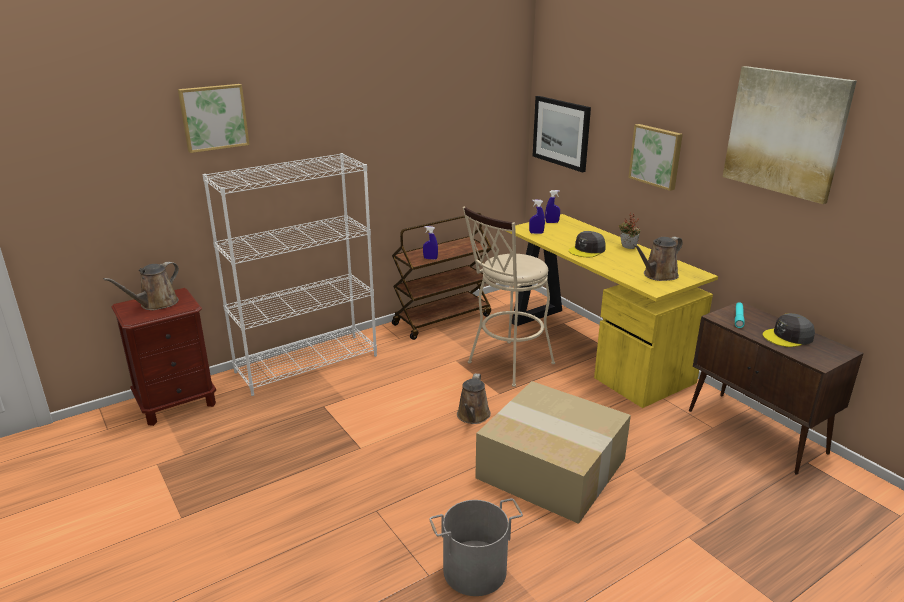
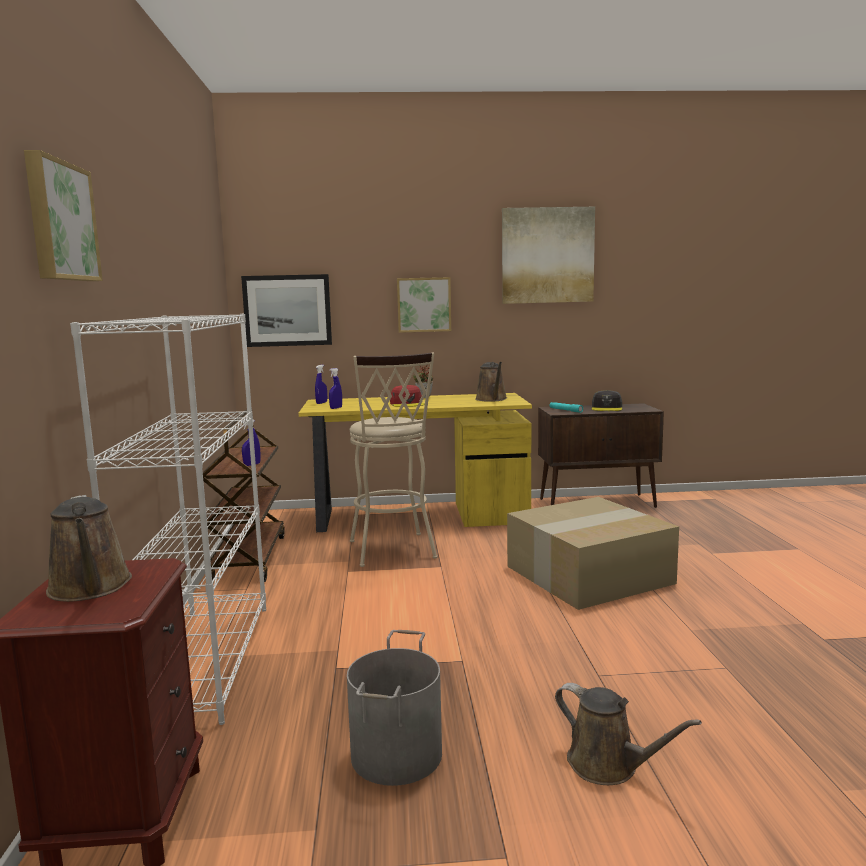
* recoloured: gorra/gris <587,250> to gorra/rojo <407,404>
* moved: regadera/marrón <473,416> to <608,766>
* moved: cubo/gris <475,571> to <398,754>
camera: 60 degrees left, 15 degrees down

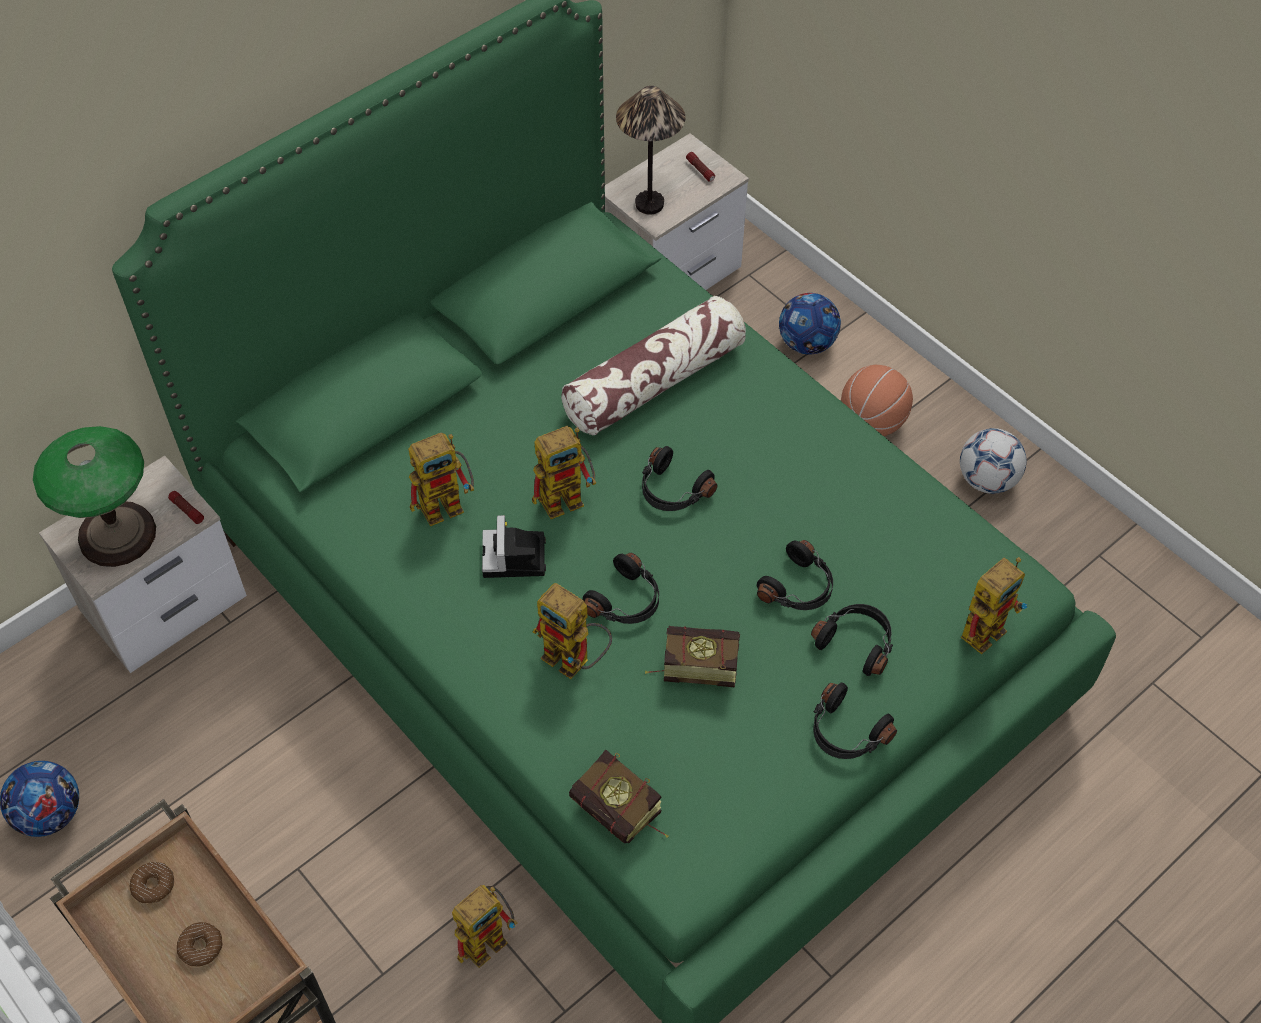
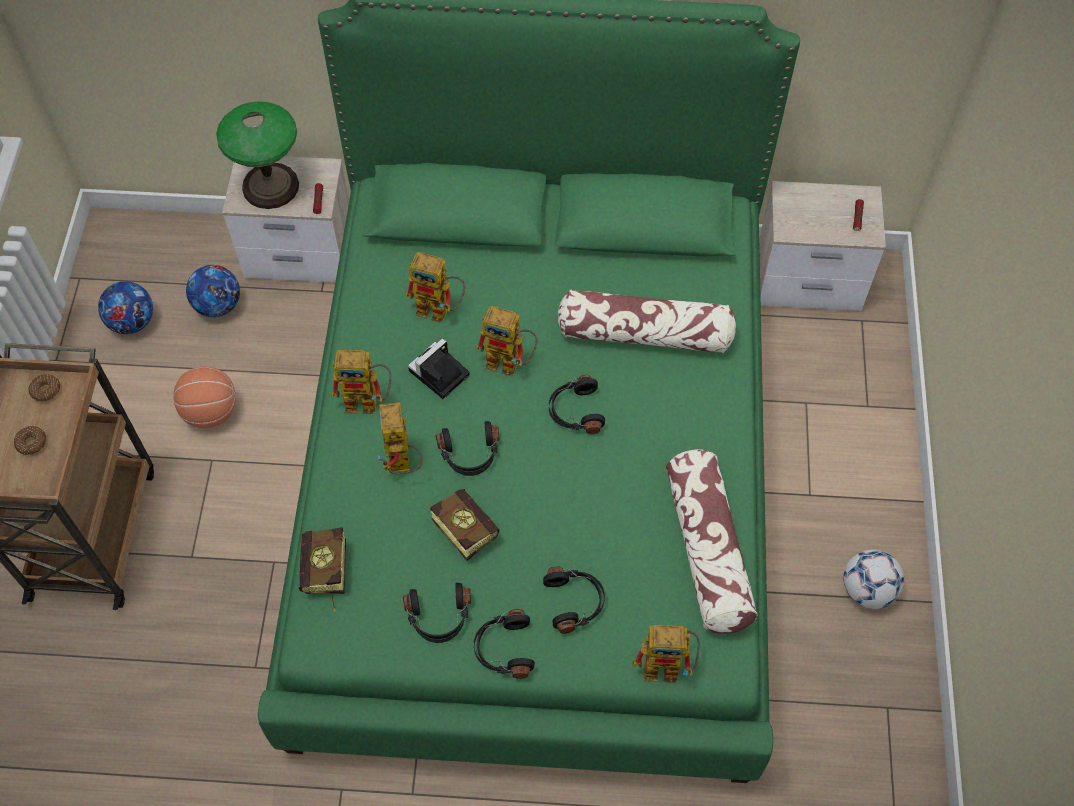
* removed: lámpara de mesa <649,204>
* moved: balón de fútbol <807,343> to <218,305>
* moved: balón de baloncesto <872,422> to <211,412>
* moved: auriculares/negro <798,588> to <439,618>
* moved: robot de juguete <489,936> to <369,401>
* added: cojín <707,550>
camera: 45 degrees right, 5 degrees up

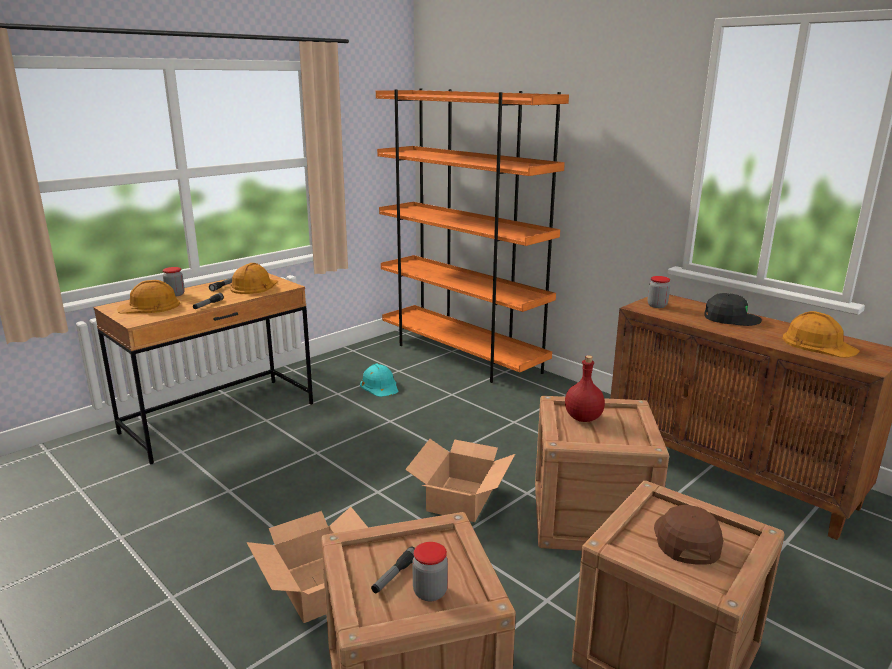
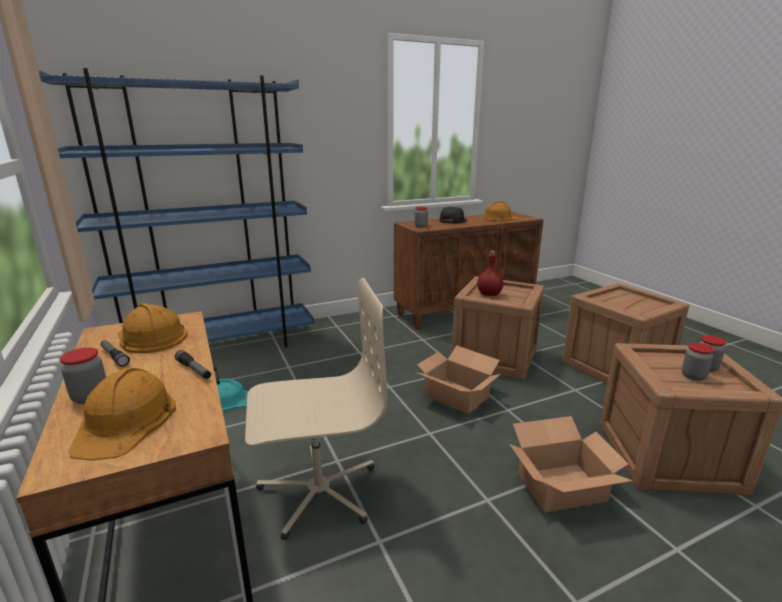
* recoloured: estantería/naranja <461,356> to estantería/azul <219,348>
* removed: gorra/marrón <686,540>
* replaced: linterna <394,575> to tarro <693,376>
* added: silla de oficina/beis <318,491>
camera: 70 degrees left, 0 degrees up

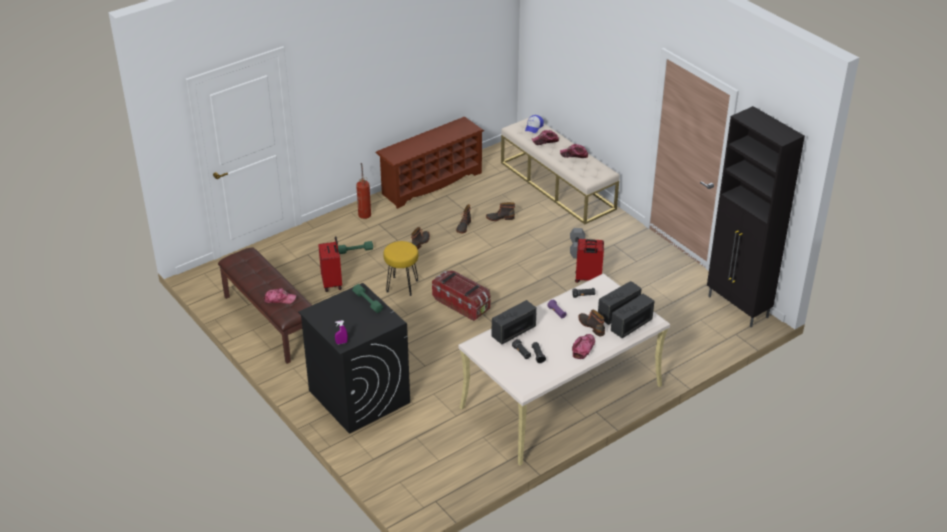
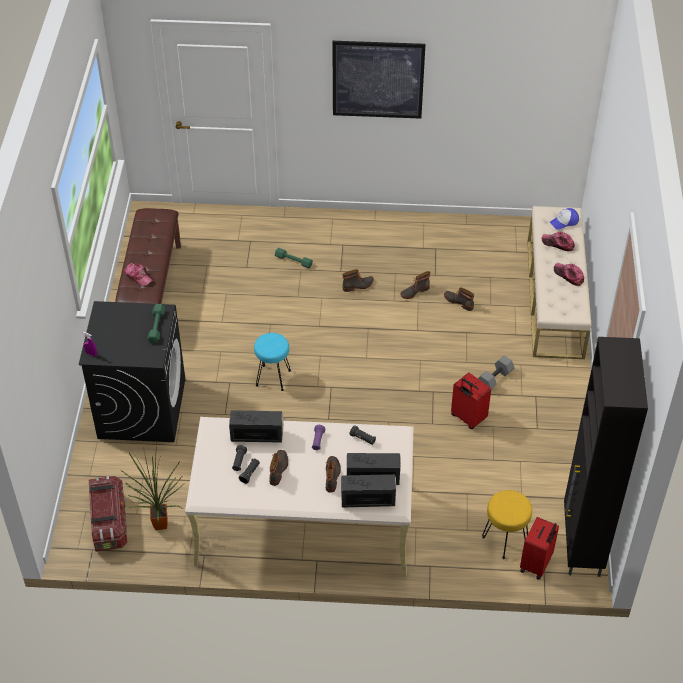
* removed: zapatero/marrón <431,183>
* removed: extintor <364,213>
* moved: maleta/rojo <332,283> to <536,564>
* moved: taburete/amarillo <402,285> to <505,539>
* moved: caja de almacenaje <462,304> to <109,522>
* removed: gorra <583,348>
* added: cuadro <378,79>
* added: taburete/turquesa <273,377>
* added: planta en maceta <160,527>
* added: bota <279,469>
camera: 40 degrees right, 10 degrees up

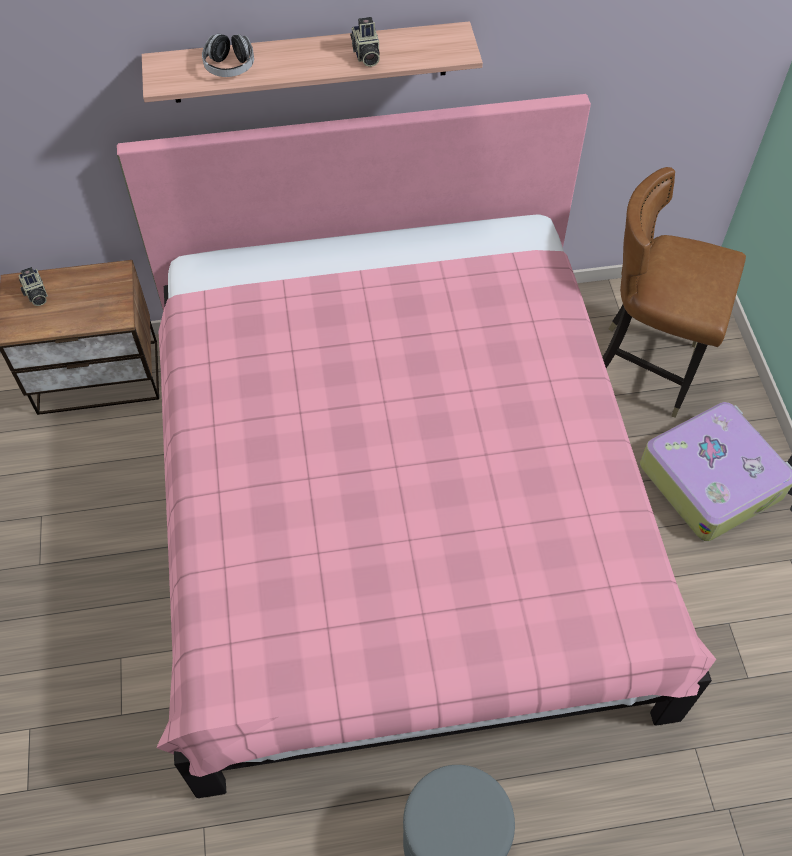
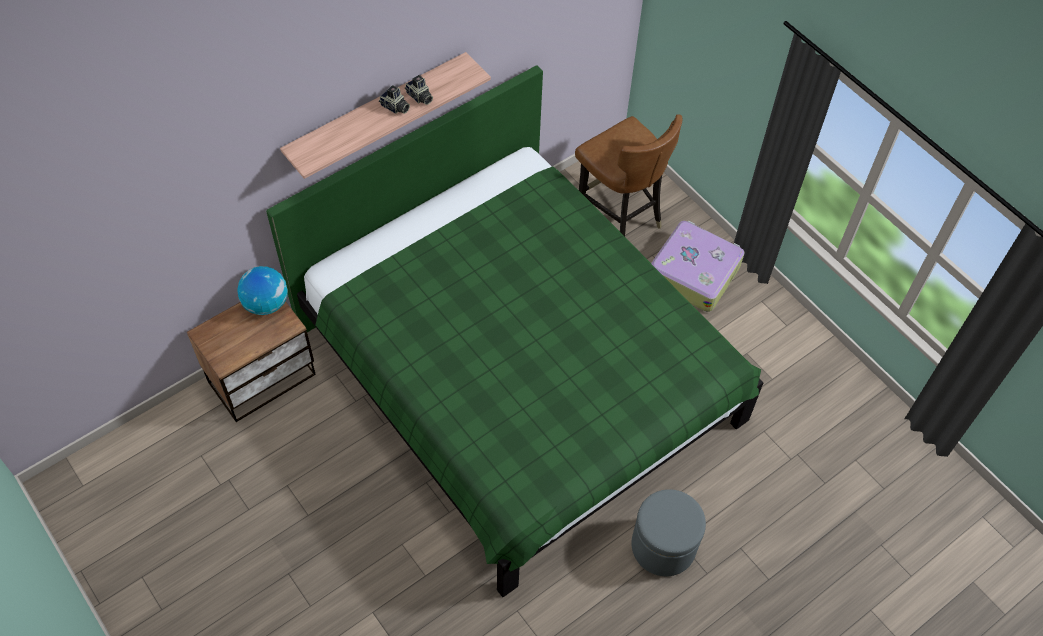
* removed: auriculares <230,67>
* recoloured: cama/rosa <397,511> to cama/verde <518,376>
* turned: silla/marrón <646,368> = <619,218> 120 degrees counterclockwise
* moved: cámara <36,294> to <395,107>
* added: globo terráqueo <266,304>
camera: 30 degrees left, 0 degrees up

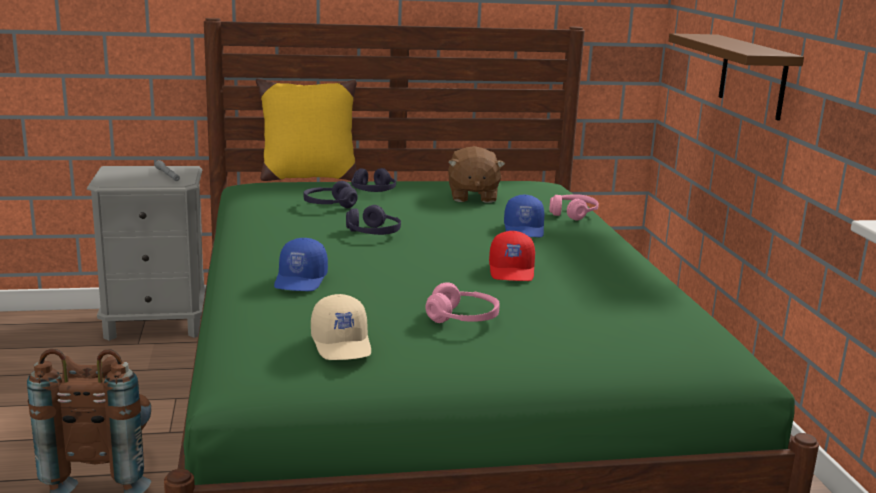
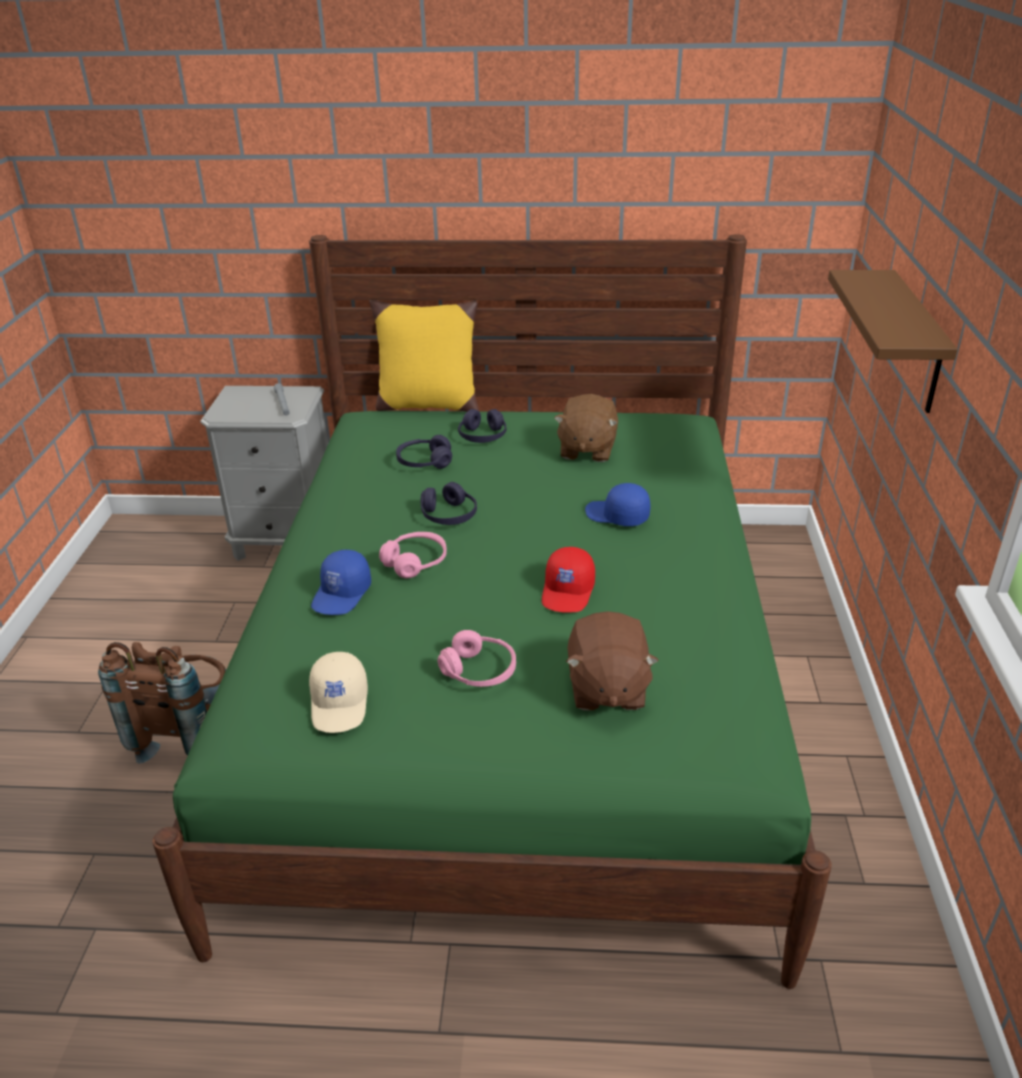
* moved: auriculares/rosa <573,214> to <415,562>
* turned: gorra/azul <524,230> = <617,516> 105 degrees clockwise
* added: peluche/marrón <606,688>
camera: 15 degrees right, 15 degrees up

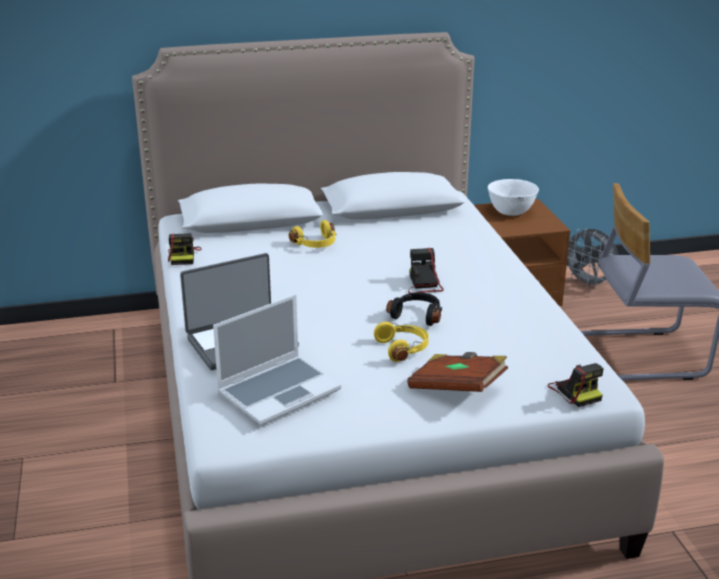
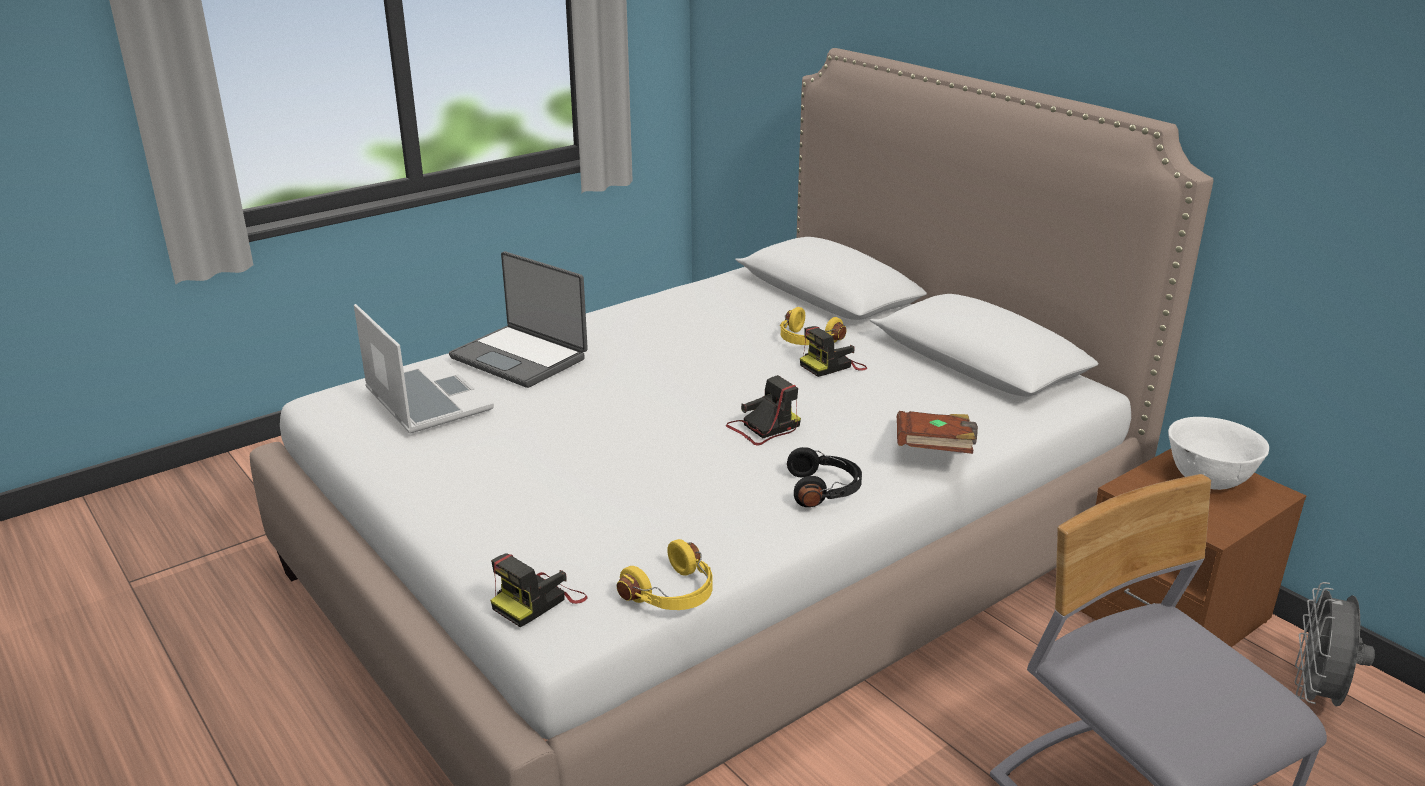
* moved: cámara <183,256> to <832,366>
* moved: auriculares/negro <417,315> to <824,490>
* turned: portátil <279,391> = <425,400> 150 degrees counterclockwise
* moved: auriculares/amarillo <403,348> to <673,595>
* moved: libro/marrón <457,388> to <934,452>
camera: 65 degrees right, 0 degrees up

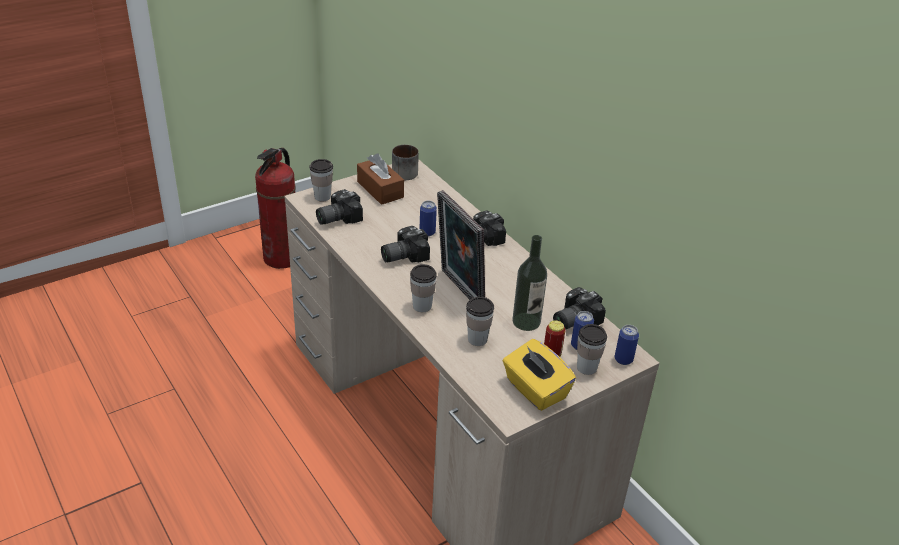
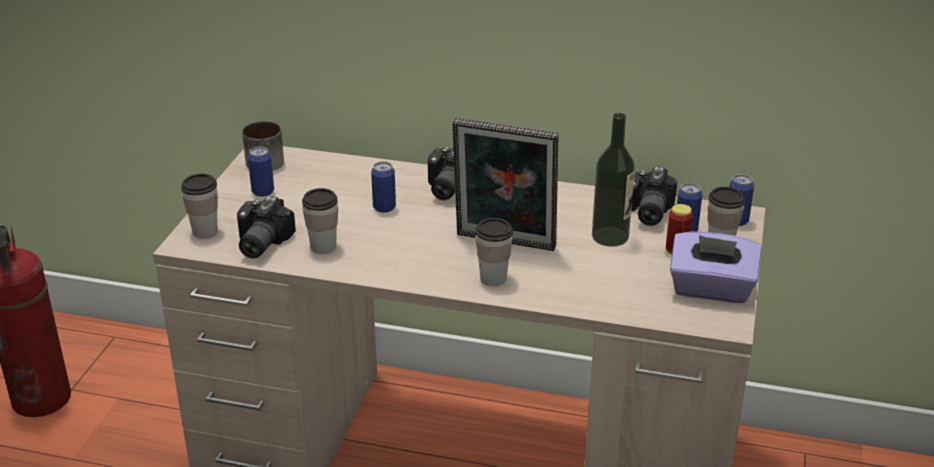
* replaced: caja de pañuelos/marrón <380,189> to lata <263,192>
* removed: cámara <402,255>
* moved: taza <477,339> to <323,247>
* recoloured: caja de pañuelos/amarillo <535,390> to caja de pañuelos/morado <711,289>
camera: 40 degrees left, 5 degrees down

